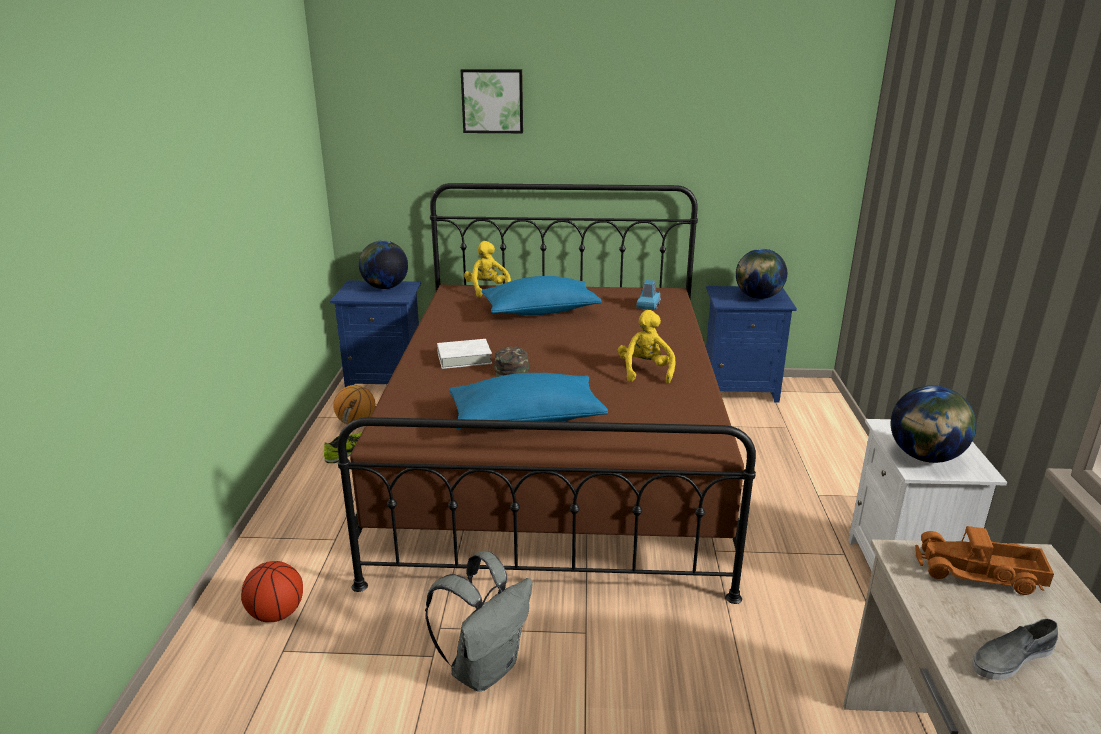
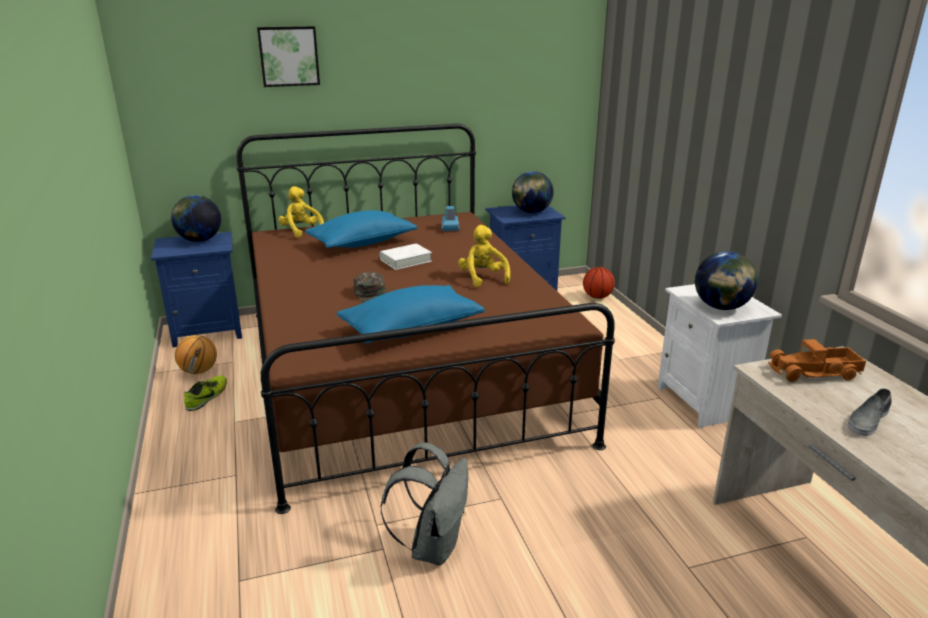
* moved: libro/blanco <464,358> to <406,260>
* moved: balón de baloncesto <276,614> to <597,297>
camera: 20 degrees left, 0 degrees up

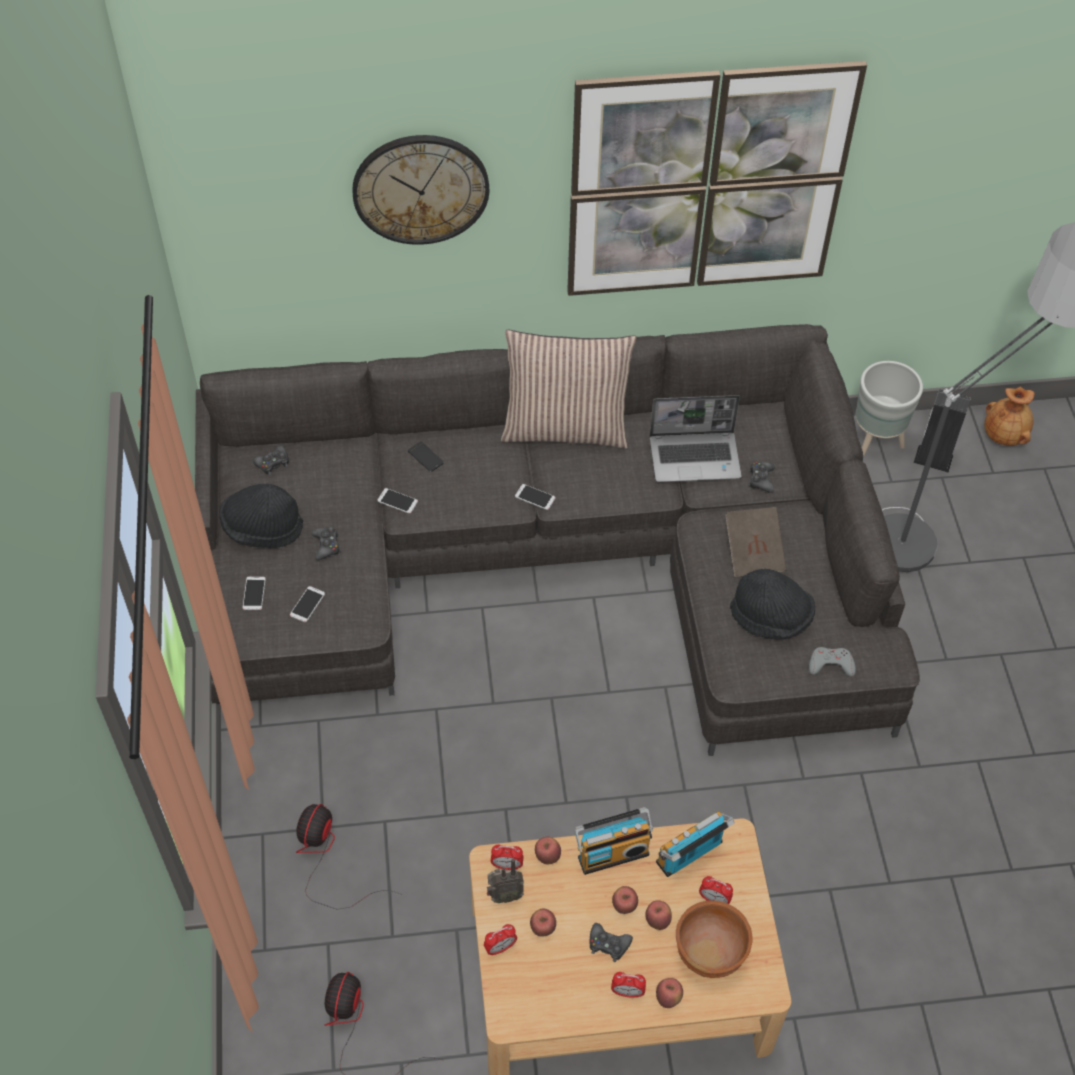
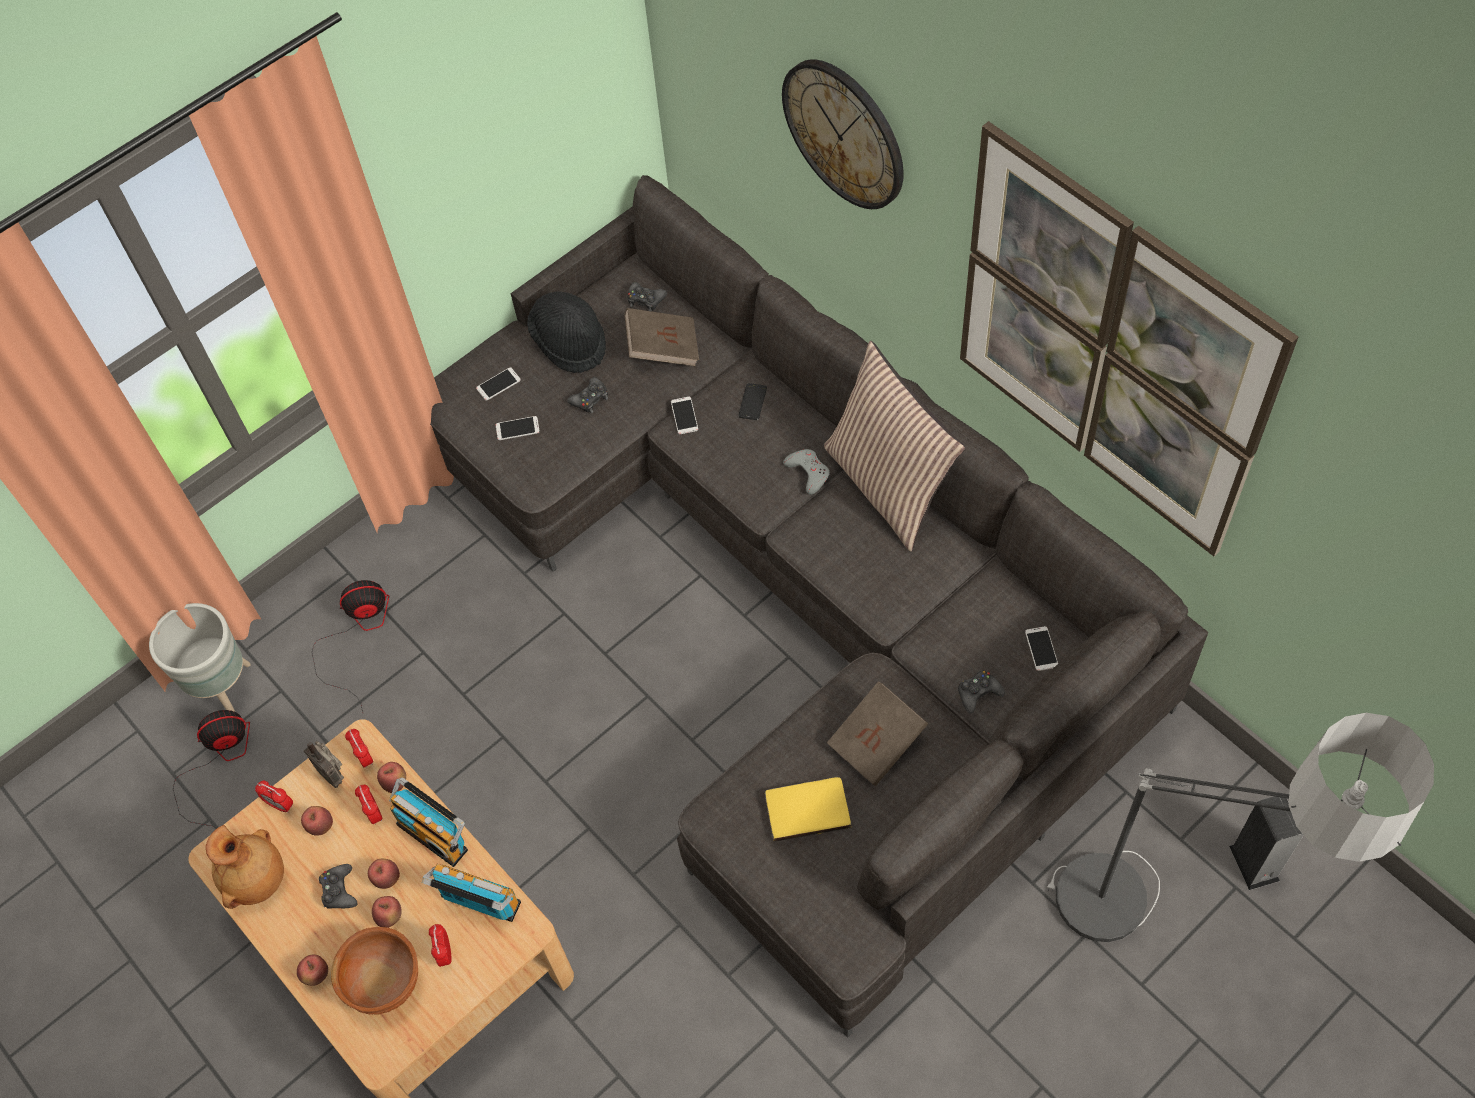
* moved: maceta/gris <875,442> to <226,690>
* moved: florero/marrón <1004,435> to <258,880>
* removed: portátil <695,457>
* moved: móvil <535,497> to <1041,649>
* replaced: sombrero/negro <771,618> to libro/amarillo <807,808>
* moved: mando de consola/gris <830,664> to <808,472>
* moved: despertador <627,992> to <374,813>
* added: libro/marrón <663,348>
camera: 60 degrees right, 5 degrees up

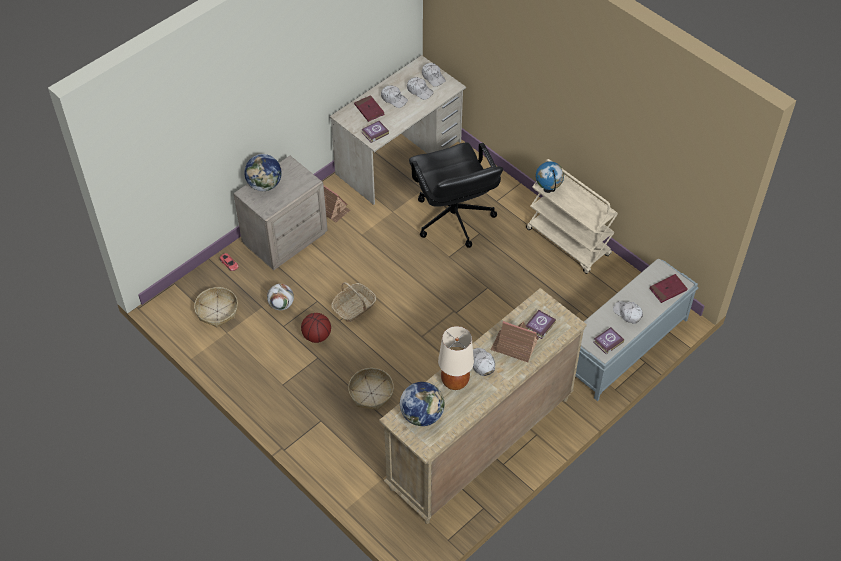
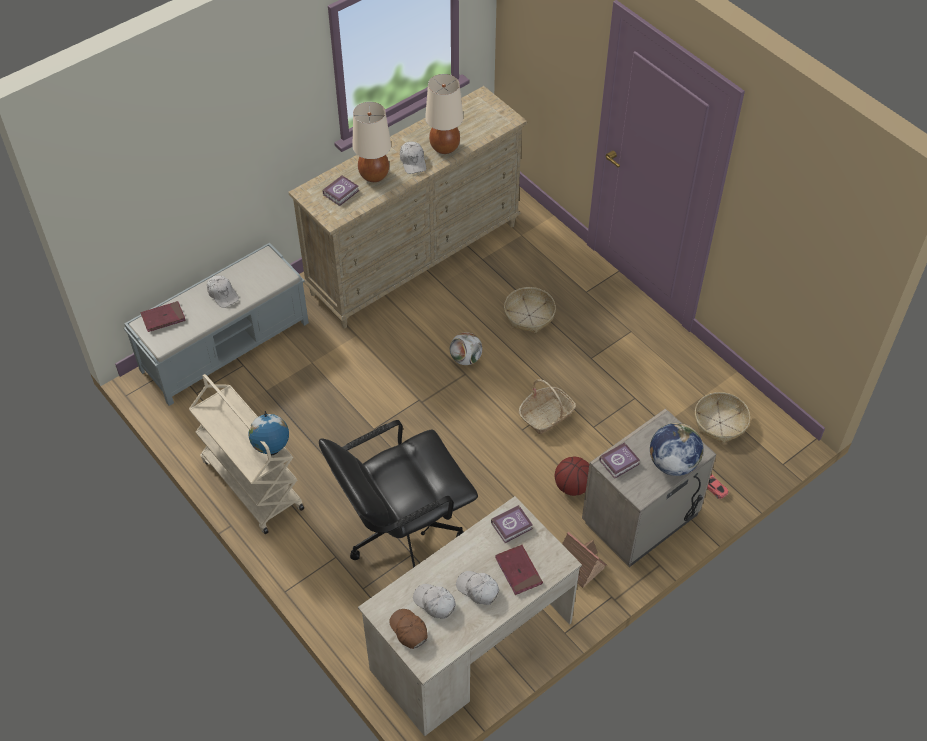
* recoloured: gorra/blanco <433,77> to gorra/marrón <409,630>
* turned: silla de oficina/negro <453,219> = <402,532> 105 degrees counterclockwise
* moved: balón de fútbol <281,305> to <466,358>
* moved: balón de baloncesto <317,335> to <572,486>
* replaced: casita <514,346> to lámpara de mesa/beis <374,175>
* moved: libro <607,342> to <620,462>
* removed: globo terráqueo <422,415>
camera: 175 degrees left, 0 degrees up

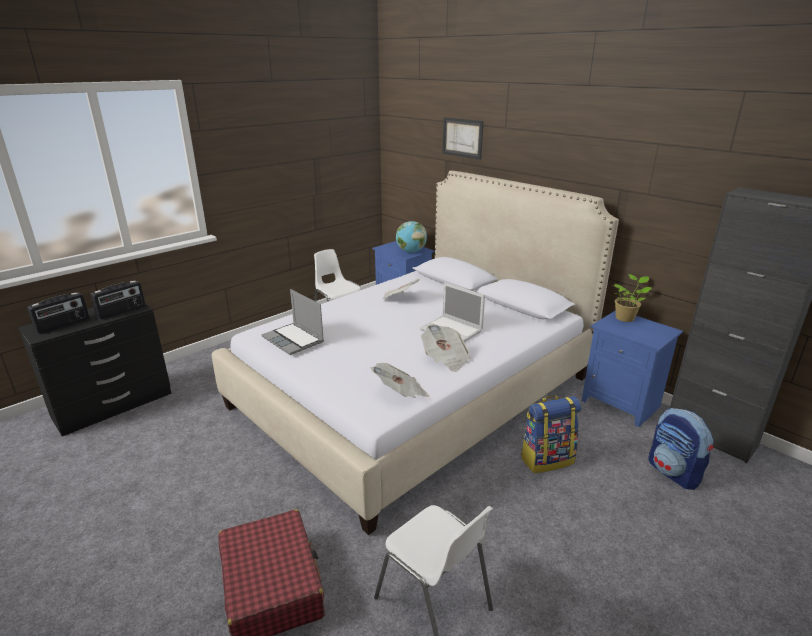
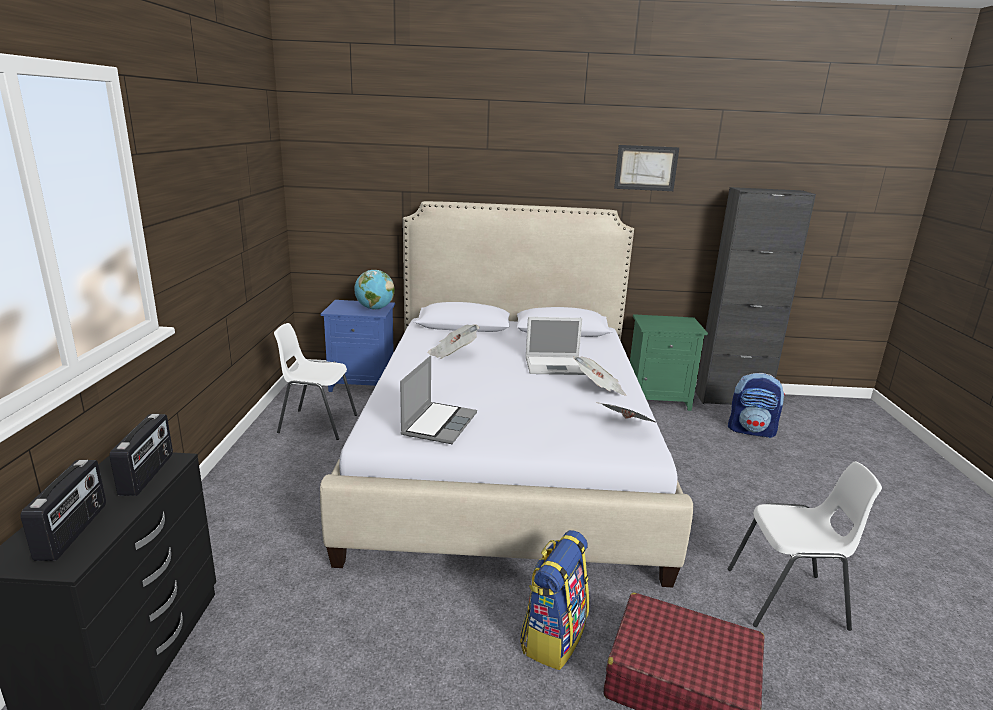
* moved: cuadro <462,138> to <646,168>
* removed: planta en maceta <625,318>
* turned: portátil <294,340> = <439,424> 75 degrees counterclockwise
* recoloured: mesita de noche/azul <622,403> to mesita de noche/verde <658,399>
* moved: mochila <546,459> to <553,637>
camera: 45 degrees left, 5 degrees down

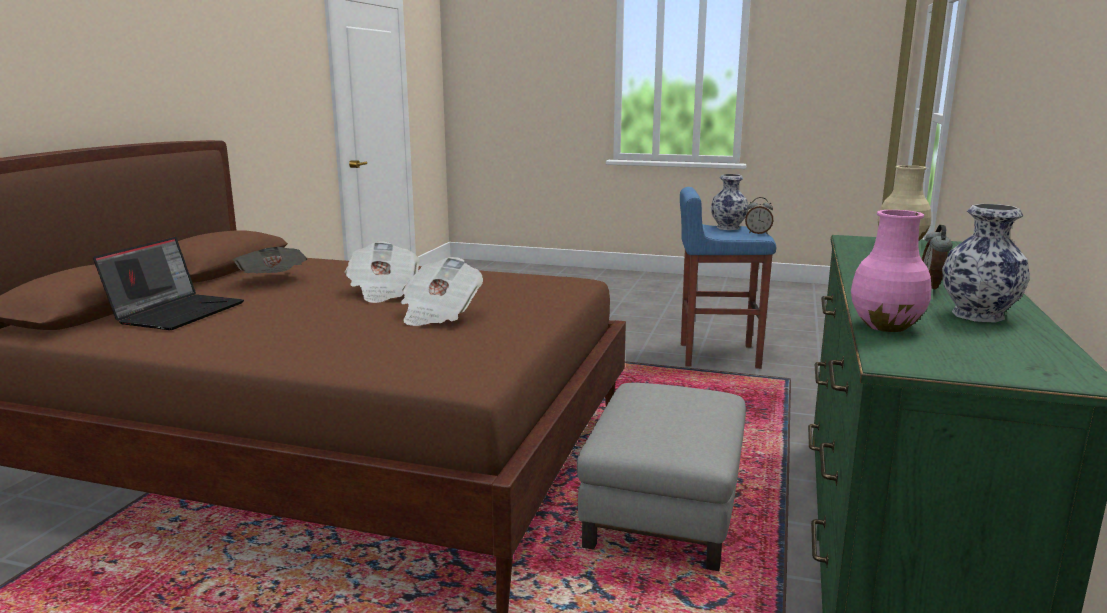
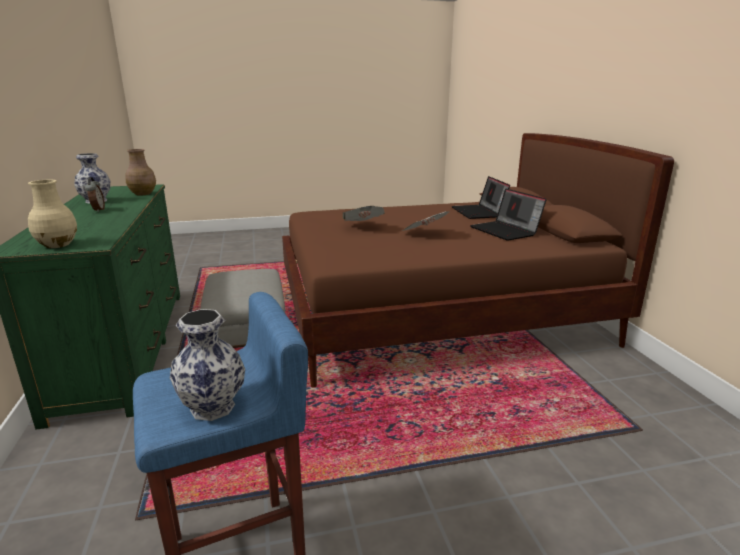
* removed: despertador <758,233>
* recoloured: florero/rosa <884,326> to florero/marrón <143,194>
* replaced: periódico <273,280> to portátil <506,231>
camera: 150 degrees right, 5 degrees up

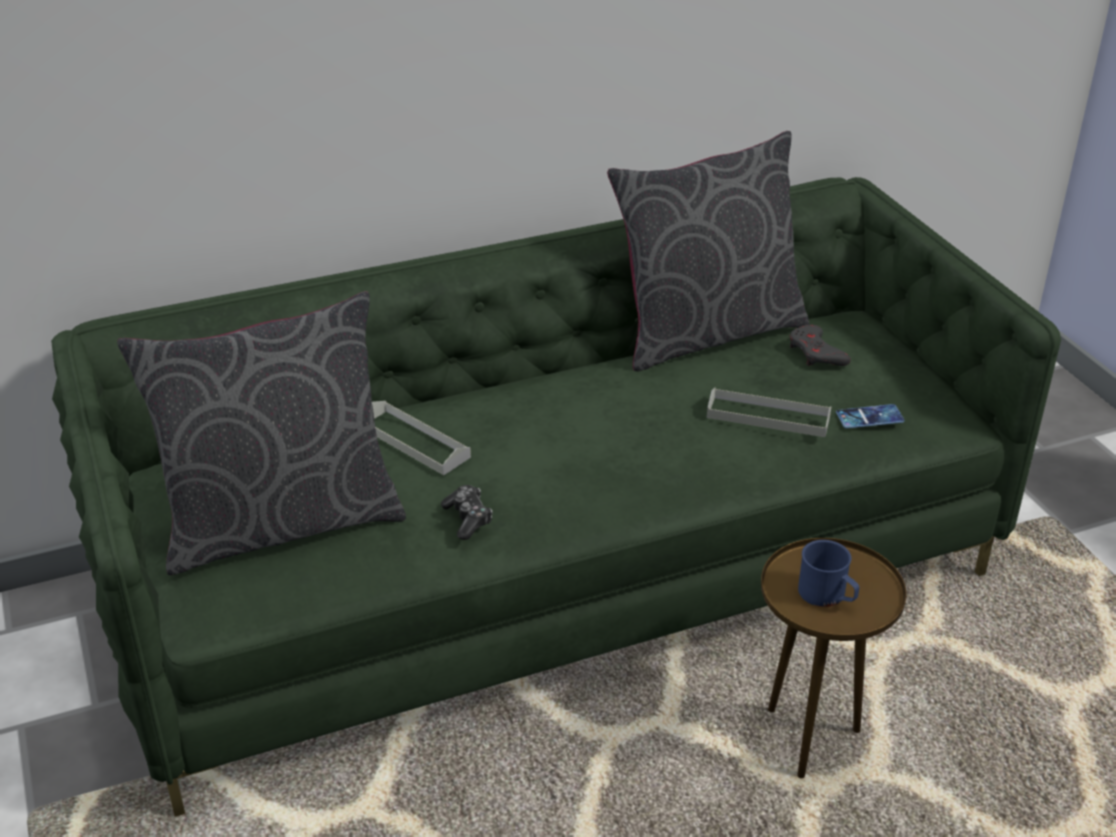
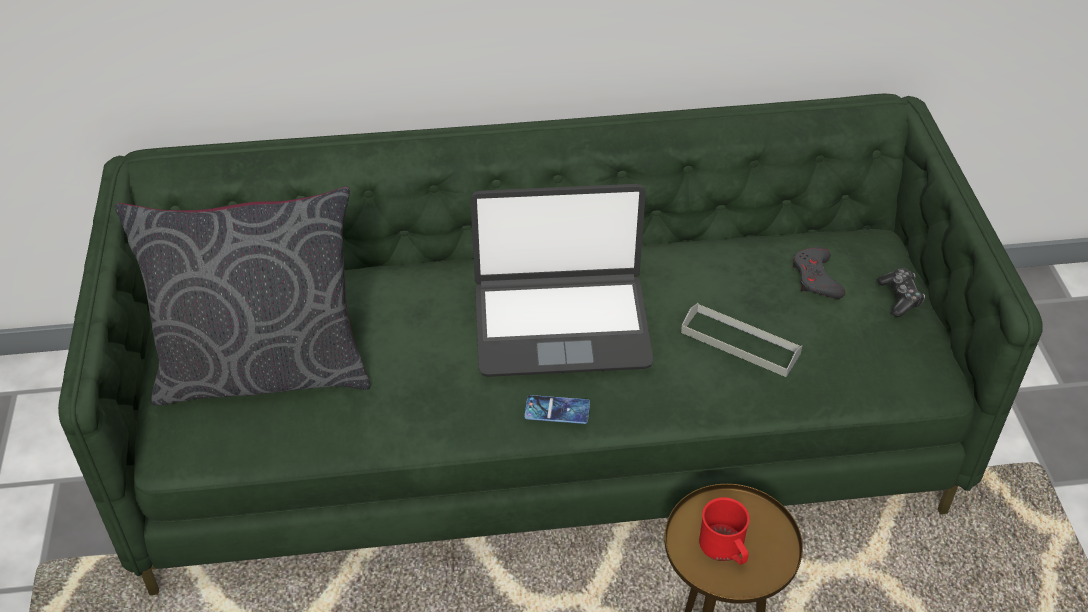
* removed: cojín/gris <706,332>
* removed: bandeja/gris <414,442>
* moved: móvil <869,417> to <557,410>
* moved: mando de consola <468,519> to <900,297>
* recoloured: taza grande/azul <827,596> to taza grande/rojo <725,549>
* added: portátil <561,324>
camera: 15 degrees right, 10 degrees up

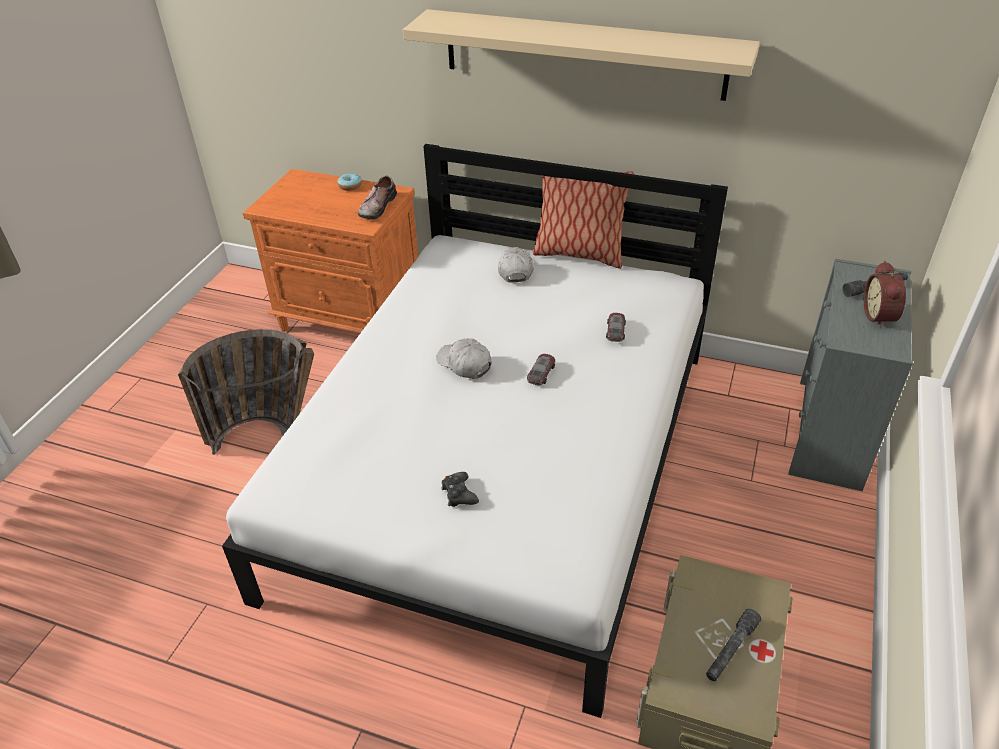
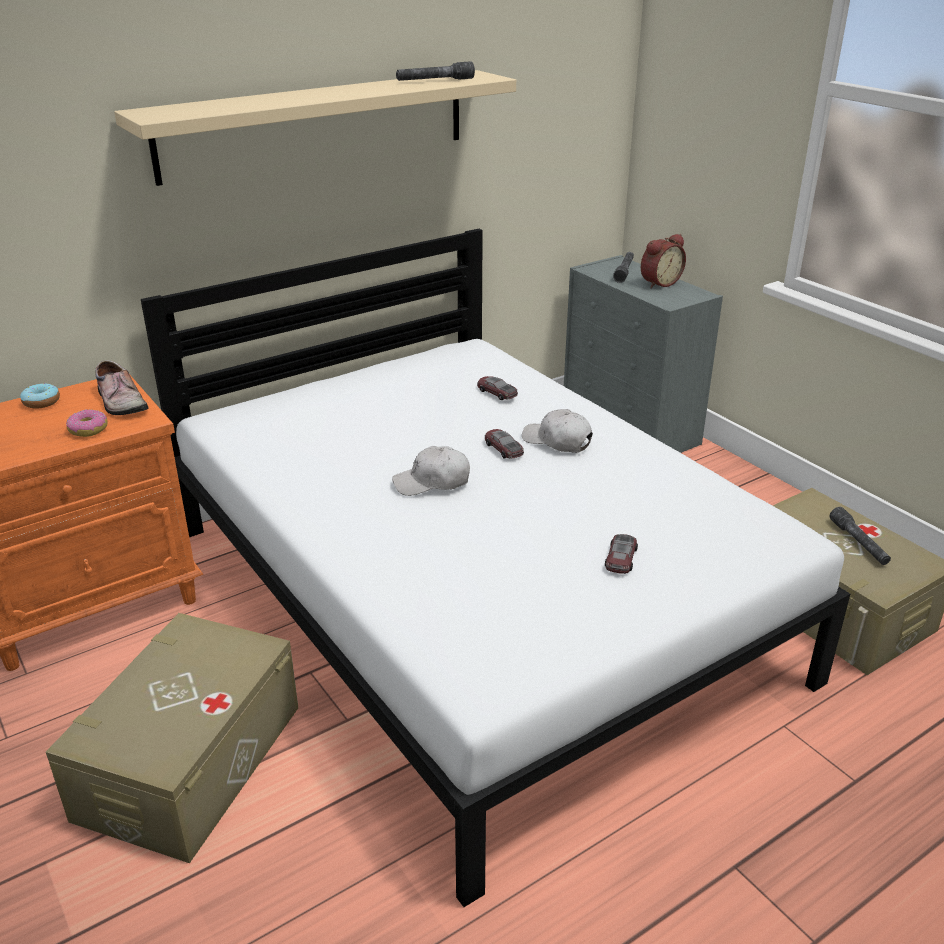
* removed: cojín <578,254>
* moved: gorra/blanco <515,270> to <557,441>
* turned: despertador <880,316> = <659,283> 75 degrees counterclockwise
* replaced: cesta <269,433> to caja de almacenaje/beis <190,761>
* replaced: mando de consola/negro <459,494> to coche de juguete <620,558>
* added: linterna/gris <435,81>
* added: rosquilla <88,429>
camera: 55 degrees left, 10 degrees down

